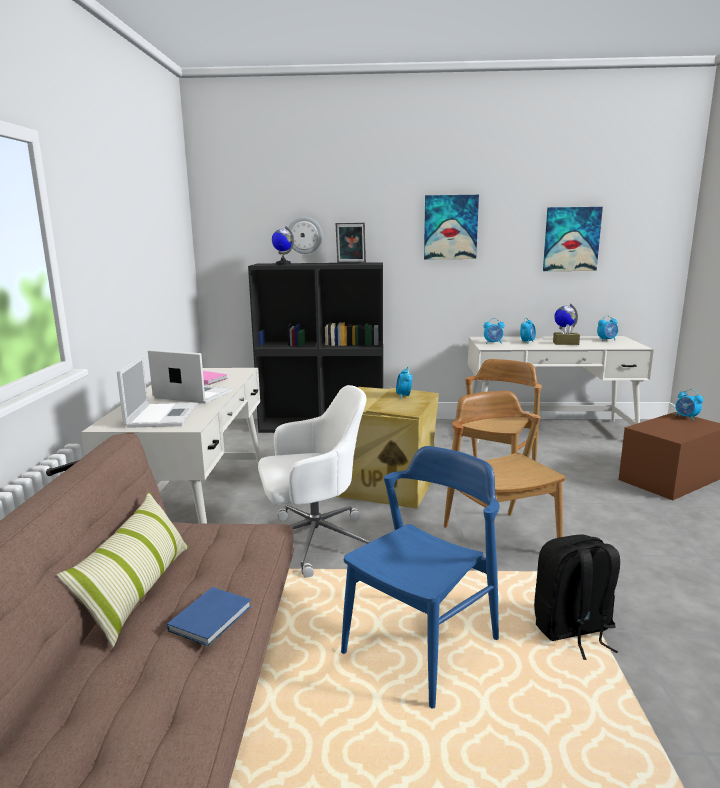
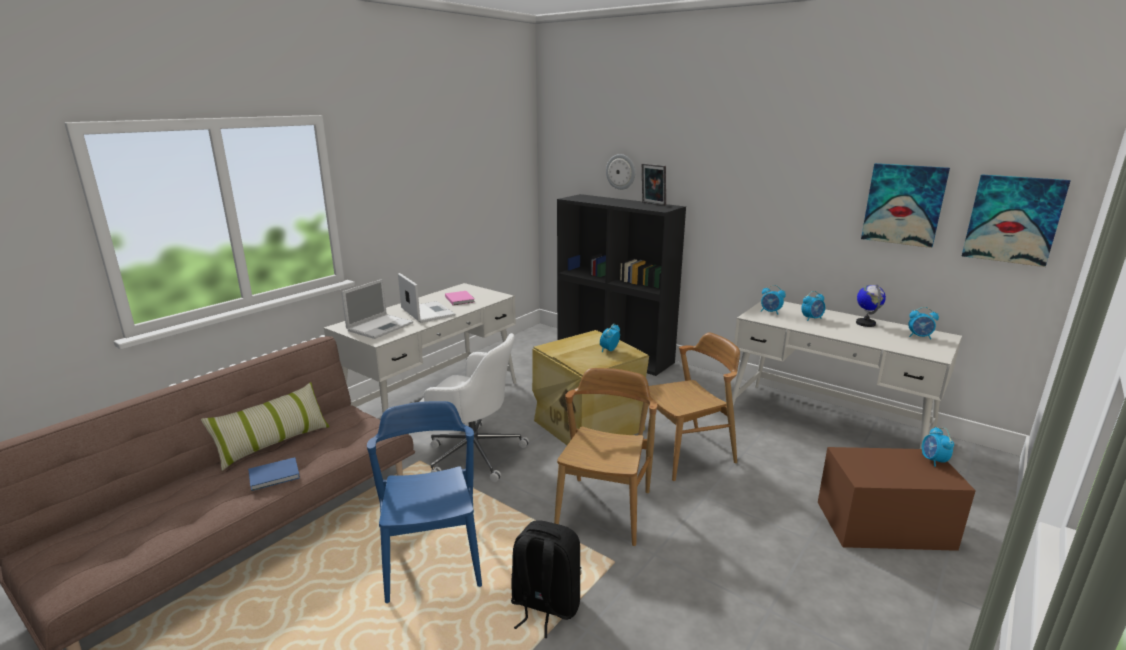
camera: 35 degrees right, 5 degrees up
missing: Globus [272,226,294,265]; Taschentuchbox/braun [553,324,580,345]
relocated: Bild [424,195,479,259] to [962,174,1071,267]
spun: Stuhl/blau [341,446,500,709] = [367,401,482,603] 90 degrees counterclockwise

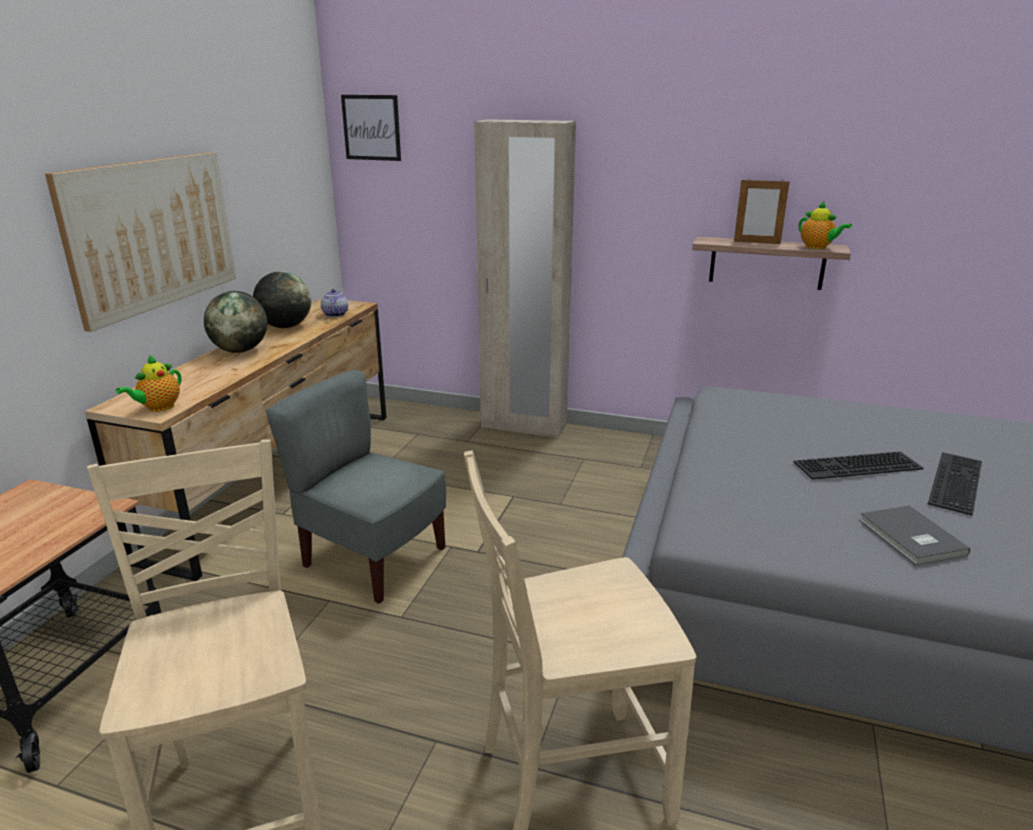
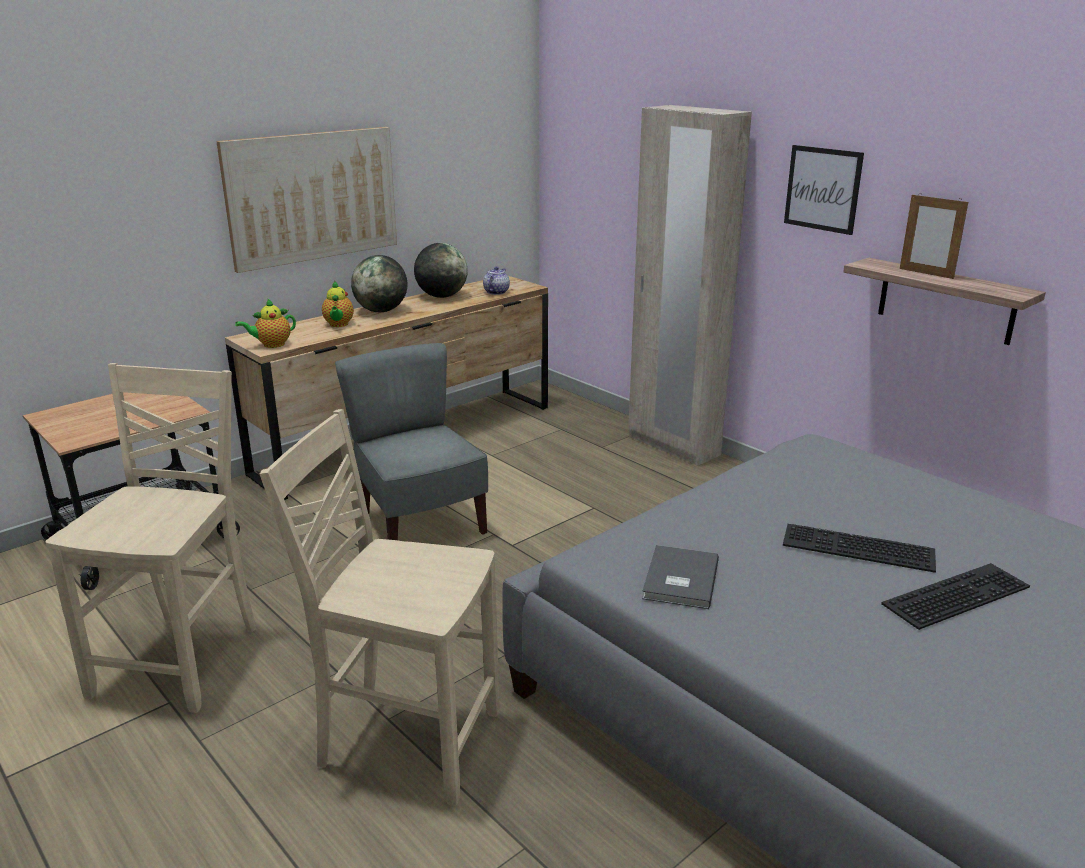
camera: 30 degrees right, 0 degrees up
relocated: Teekanne [798,201,852,249] to [322,281,354,327]; Buch/grau [859,505,970,565] to [642,545,719,609]; Bild [341,95,401,161] to [784,145,864,235]

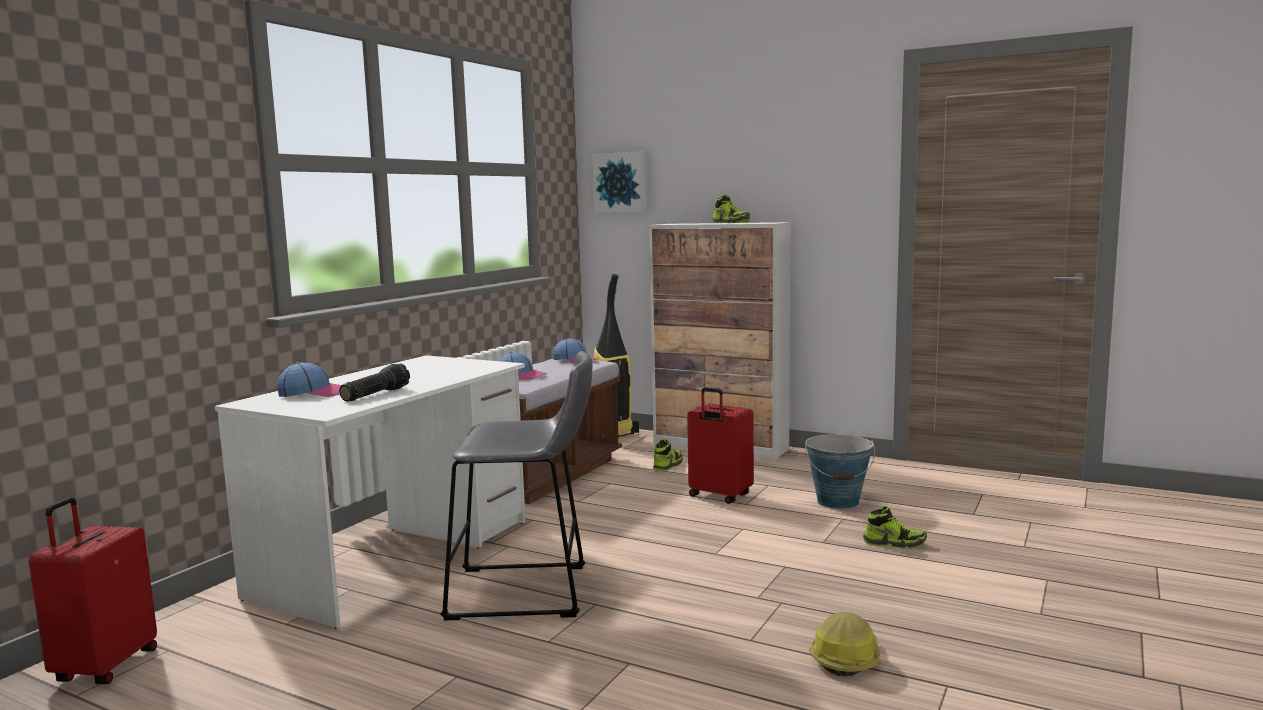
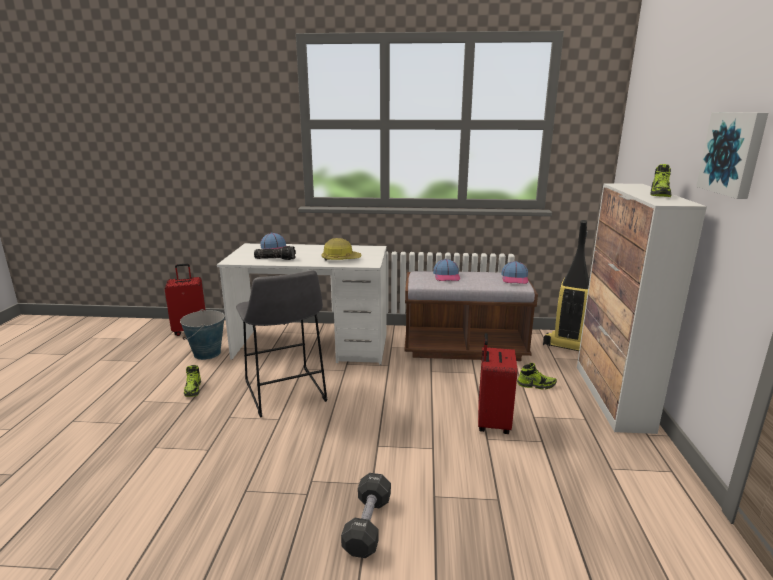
camera: 65 degrees right, 10 degrees up
appeared: Hantel/schwarz [341,473,391,558]
relocated: Eimer [805,434,875,509] to [180,309,225,360]; Schuh [863,506,927,549] to [184,365,201,397]; Schutzhelm [810,612,880,676] to [322,238,362,260]; Bild [592,151,648,213] to [696,112,768,199]

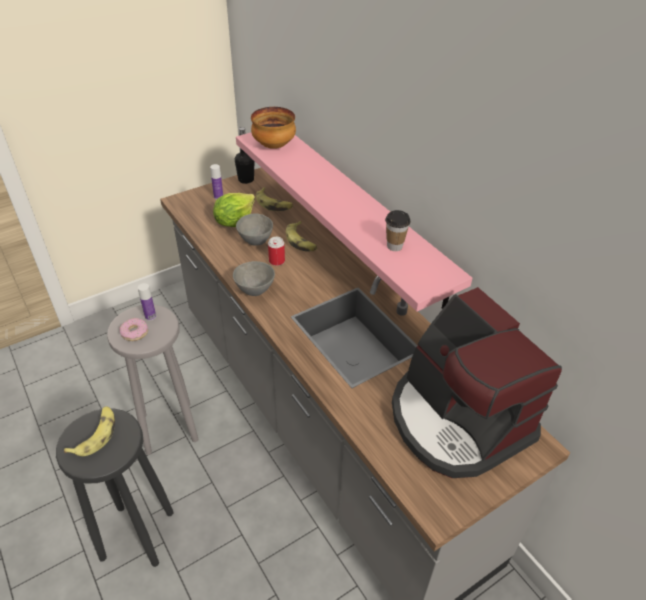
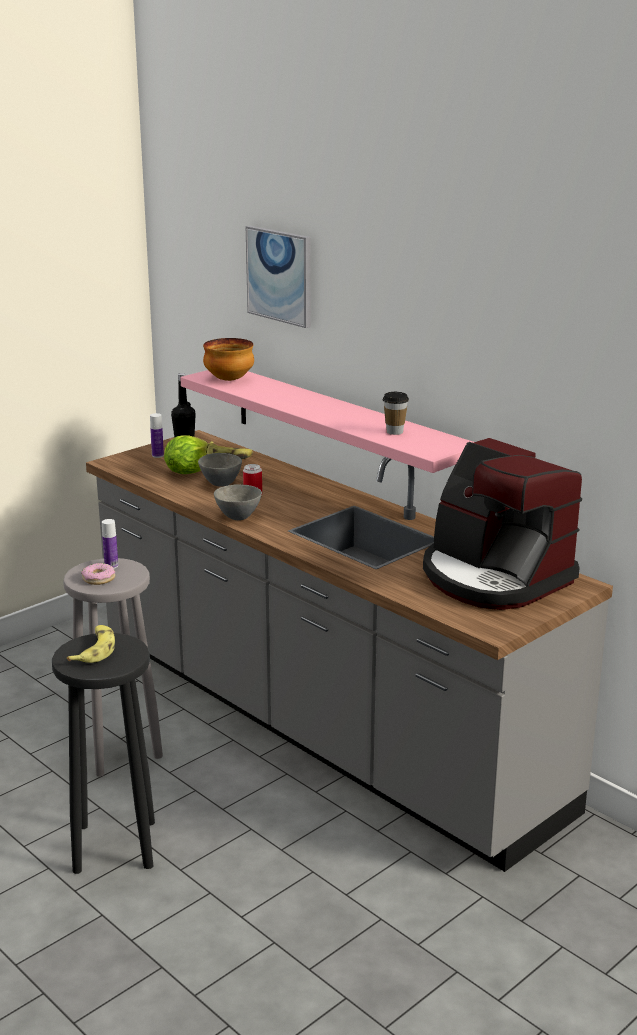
camera: 10 degrees left, 20 degrees down
missing: Banane [286,221,317,252]
appeared: Bild [246,226,311,328]

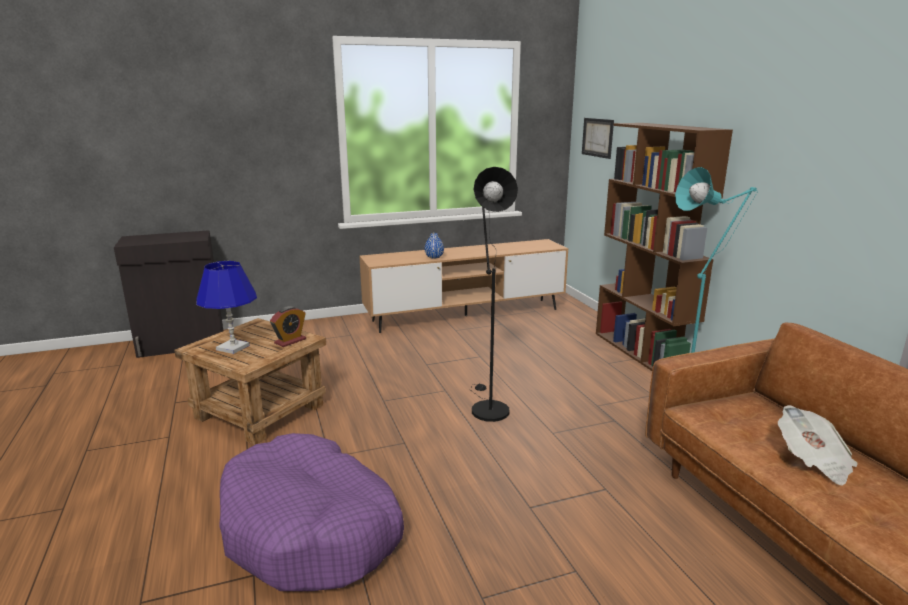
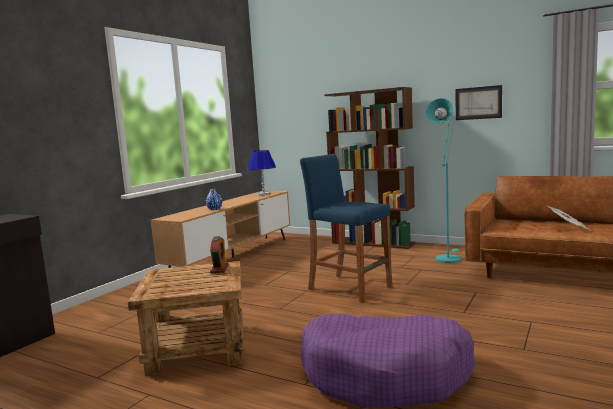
camera: 40 degrees left, 10 degrees down
relocated: Tischlampe/blau [196,261,257,354] to [247,150,276,196]; Bild [582,118,614,159] to [455,85,502,120]
exchanged: Stehlampe/schwarz [470,167,518,422] to Hocker/blau [300,154,392,303]

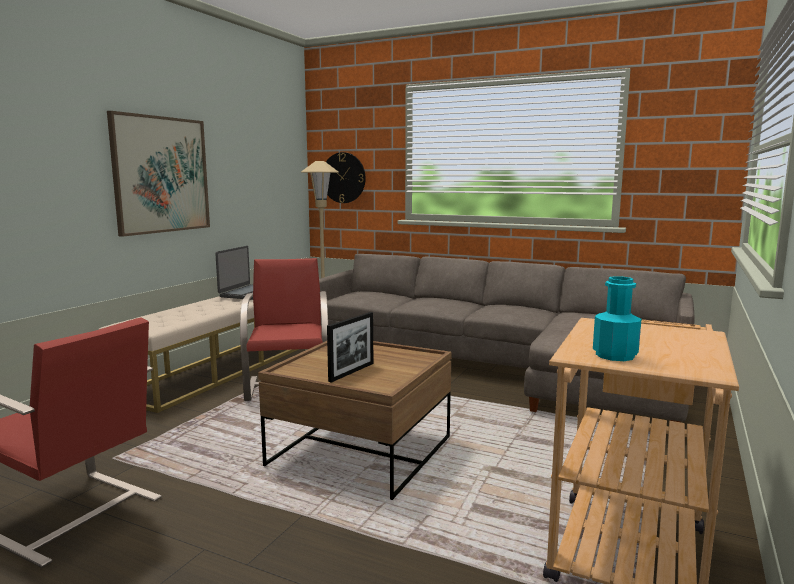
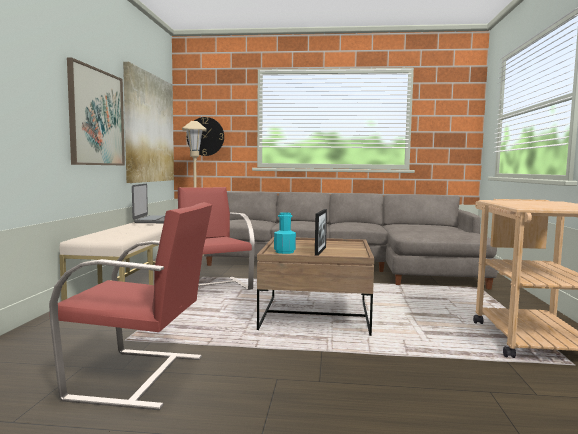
camera: 20 degrees left, 5 degrees down
appeared: Bild [123,62,174,183]
relocated: Flasche/türkis [593,276,641,361] to [274,212,296,254]

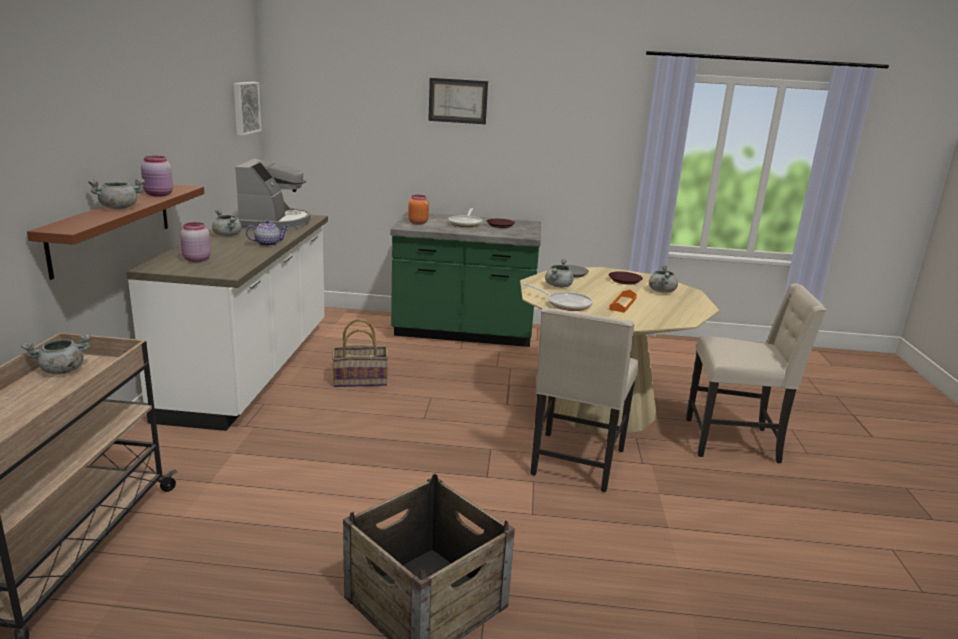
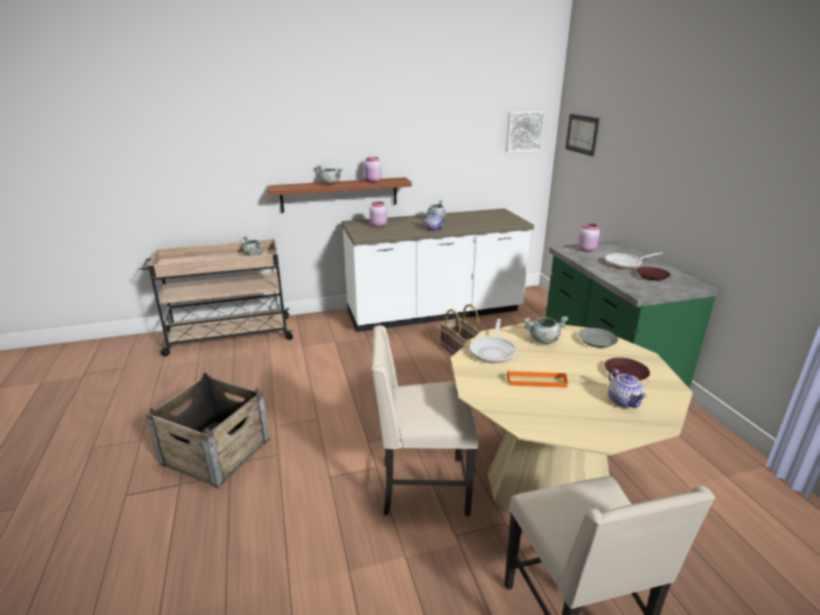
camera: 70 degrees right, 5 degrees up
missing: Kaffeemaschine [235,159,310,230]
relocated: Bild [428,78,488,124] to [565,114,600,156]
exchanged: Kochtopf/grau [649,265,678,293] to Teekanne [608,368,647,408]
colour: Vorratsglas/orange [408,195,429,225] to Vorratsglas/rosa [578,223,600,252]

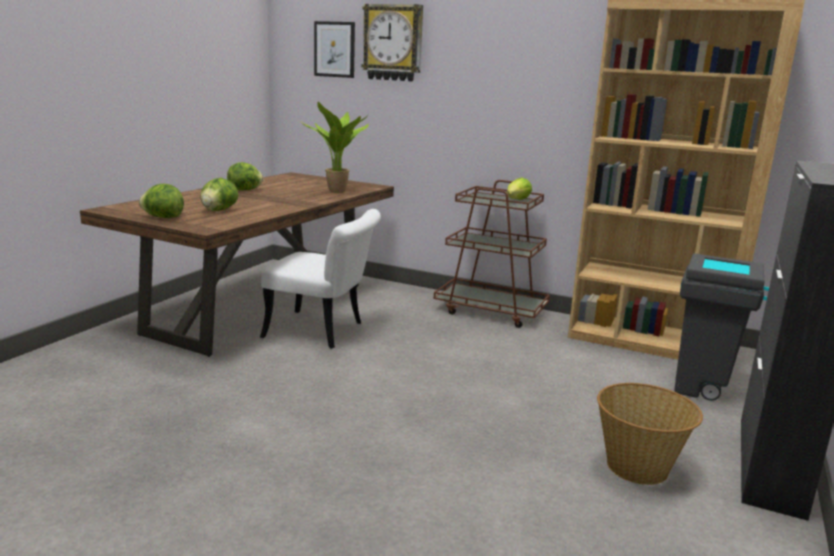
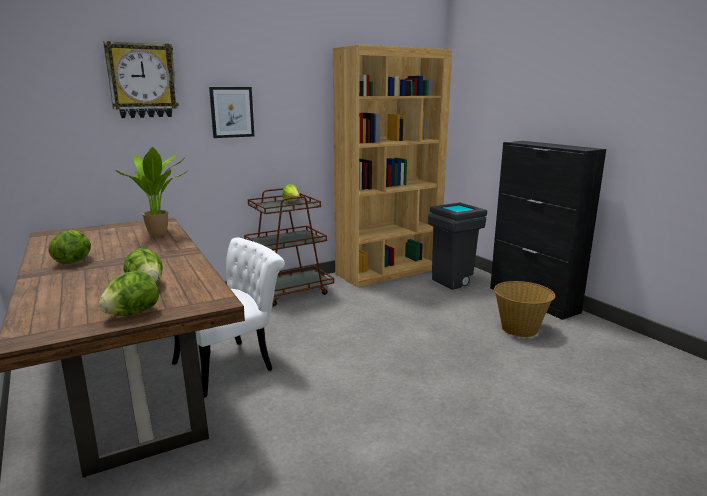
camera: 55 degrees left, 0 degrees up
relocated: Bild [314,21,355,78] to [209,87,254,138]

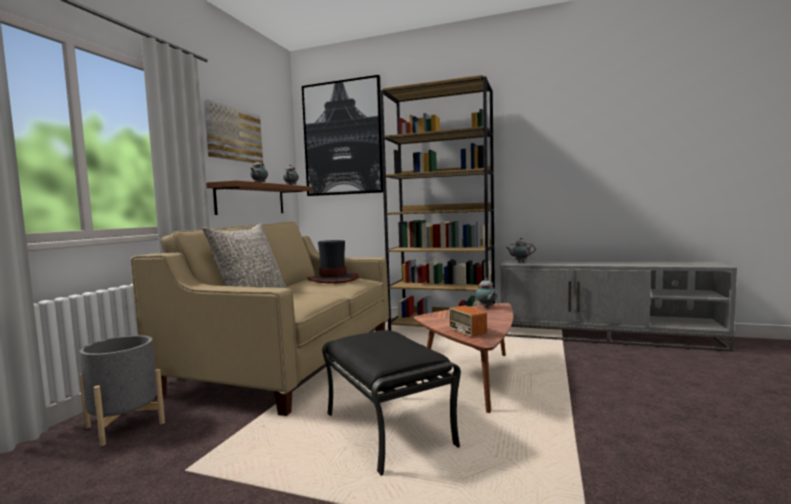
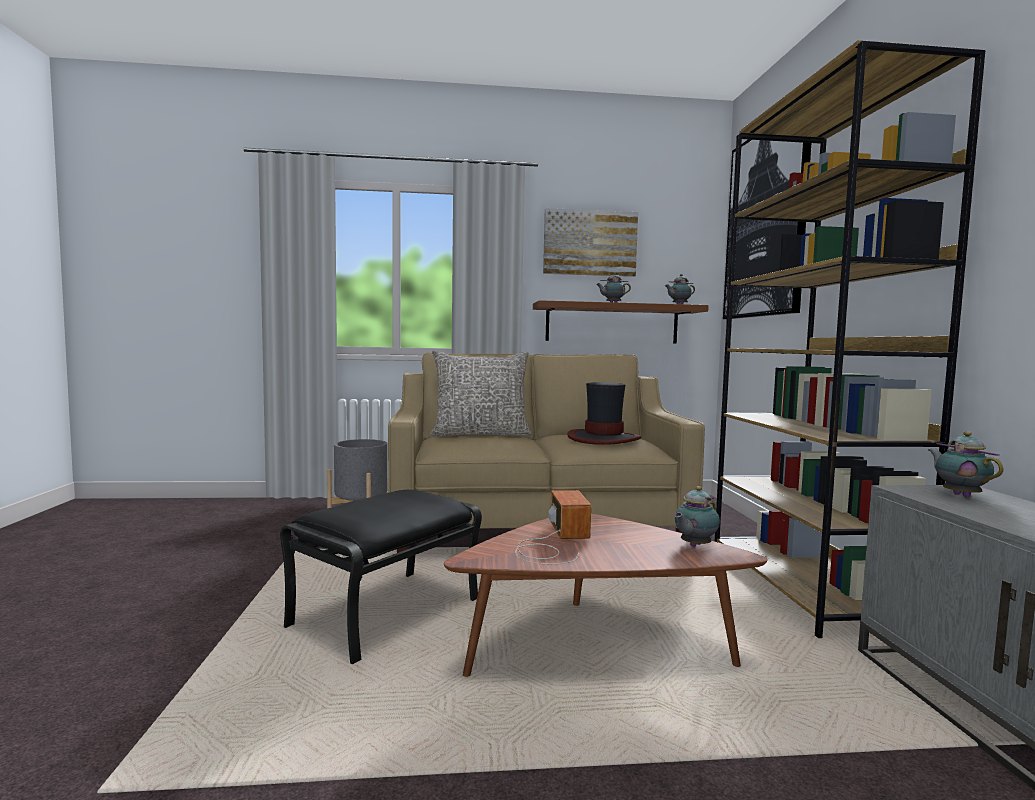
camera: 65 degrees right, 0 degrees up
spun: Radio [446,305,487,337] = [515,490,591,565] 135 degrees clockwise

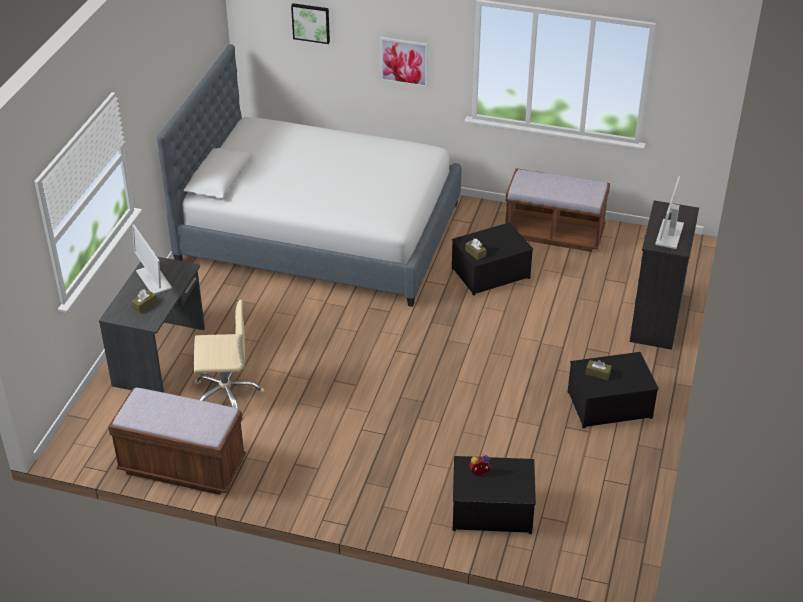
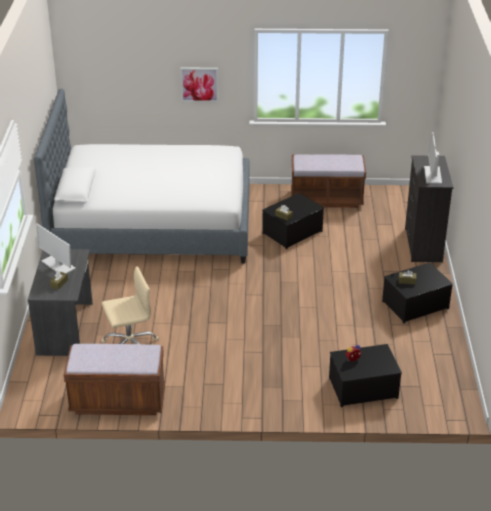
camera: 15 degrees left, 5 degrees down
missing: Bild [291,3,330,44]

